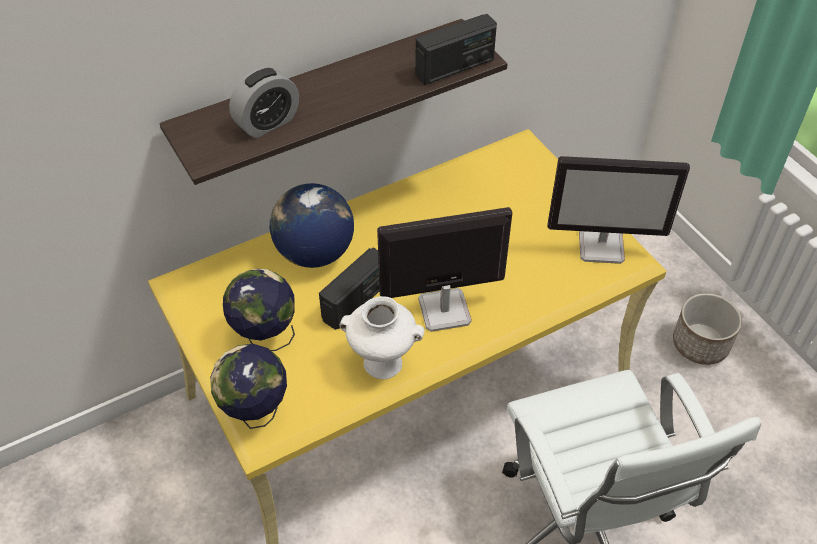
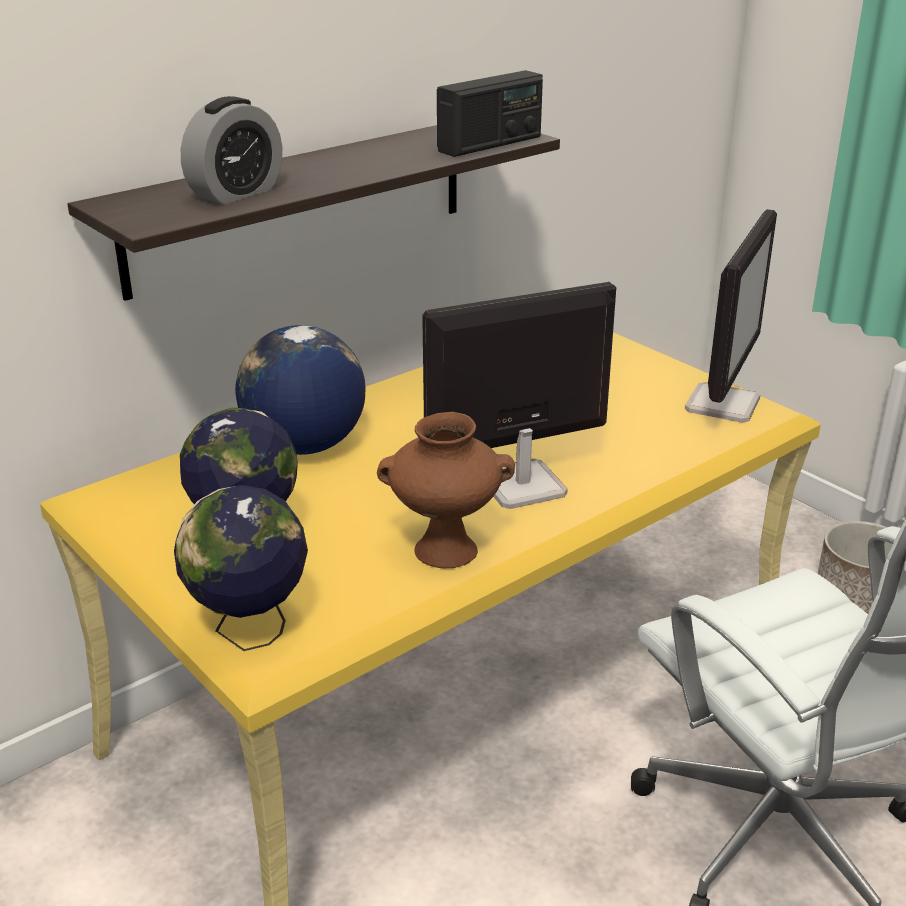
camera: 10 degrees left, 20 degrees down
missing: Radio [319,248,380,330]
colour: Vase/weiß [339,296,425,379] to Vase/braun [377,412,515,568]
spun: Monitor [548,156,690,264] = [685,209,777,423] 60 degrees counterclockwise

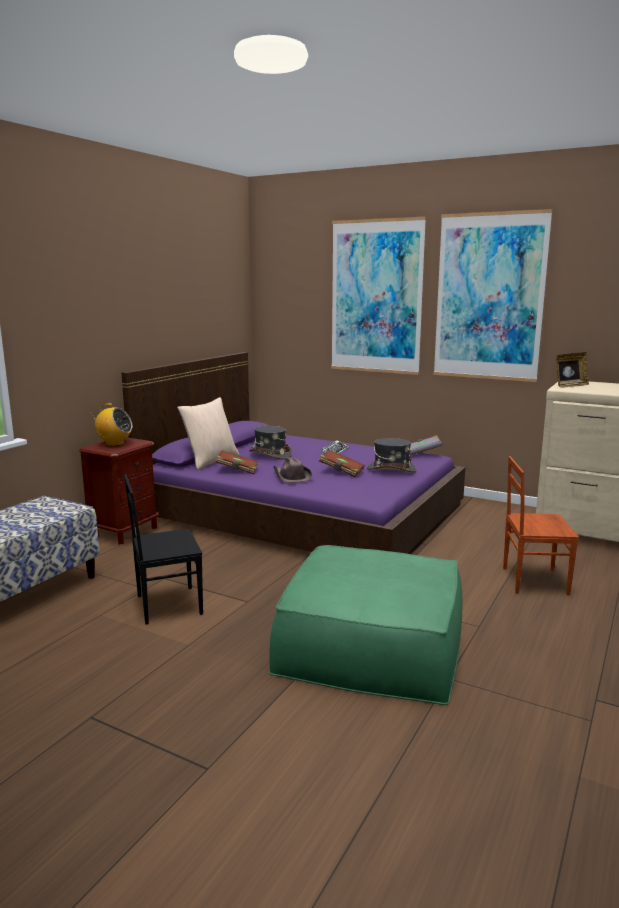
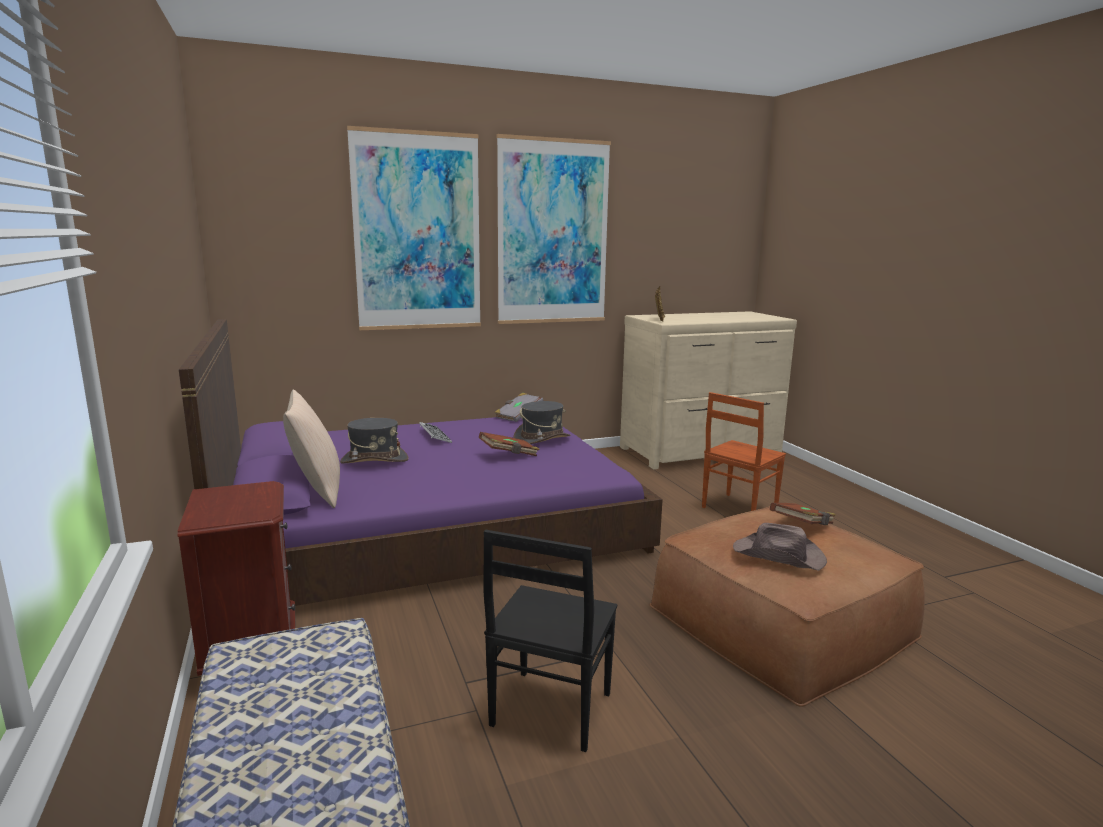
camera: 50 degrees left, 0 degrees up
missing: Radio [90,403,132,446]
relocated: Hut/braun [273,457,313,482] to [733,523,827,571]; Buch/braun [215,450,258,474] to [770,503,836,525]
colour: Polsterhocker/grün [269,545,462,705] to Polsterhocker/braun [650,506,925,707]

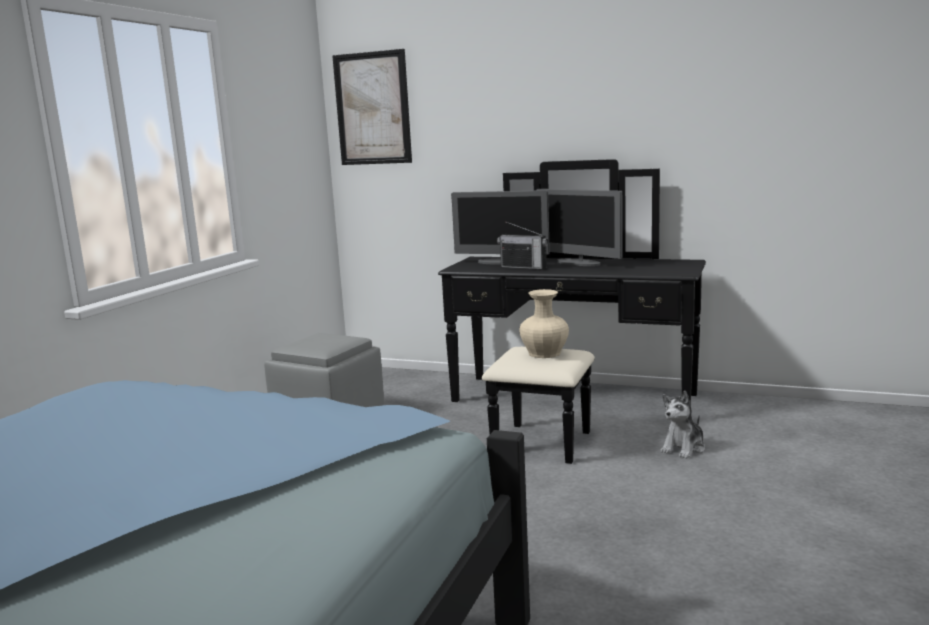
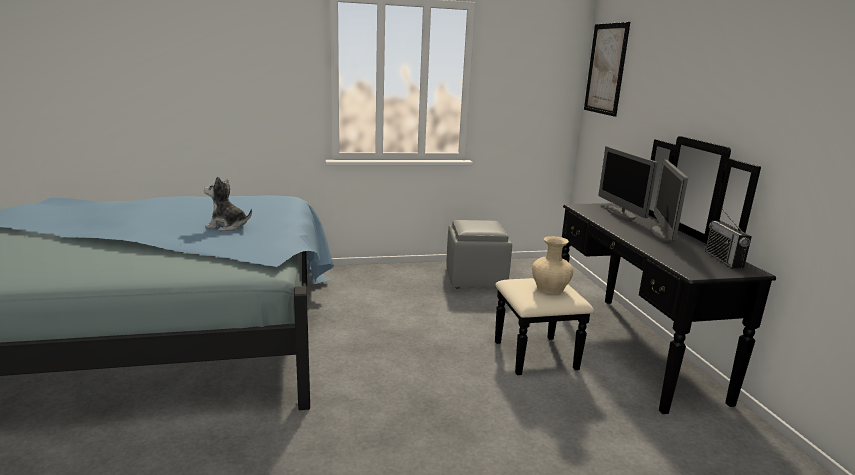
camera: 55 degrees right, 5 degrees up
relocated: Plüschtier [660,391,705,459] to [204,176,252,231]; Radio [497,221,549,269] to [705,209,752,269]

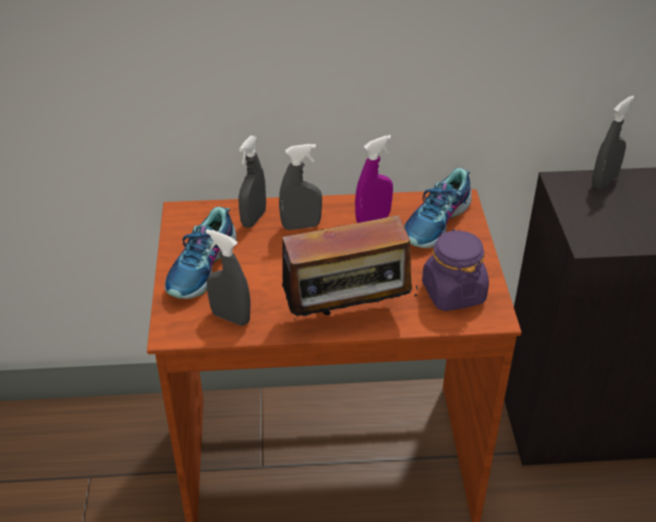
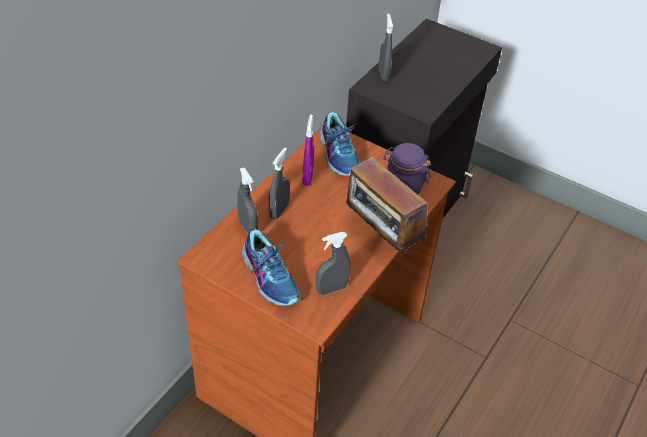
camera: 55 degrees left, 5 degrees up
spun: Radio [269,215,419,317] = [346,157,428,254] 120 degrees clockwise

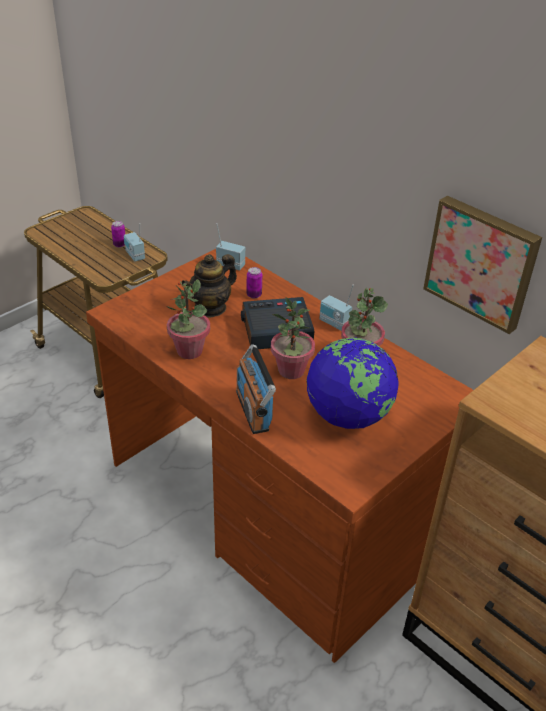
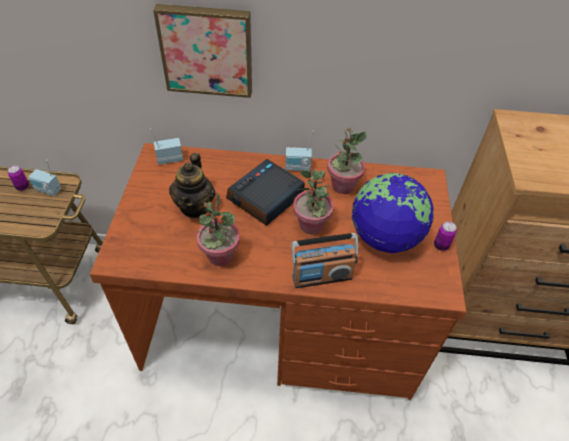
camera: 40 degrees left, 10 degrees up
relocated: Bild [423,196,542,334] to [153,4,252,98]; Dose [247,267,262,298] to [434,221,457,251]
spun: Radio [236,344,276,434] = [291,233,358,288] 45 degrees counterclockwise

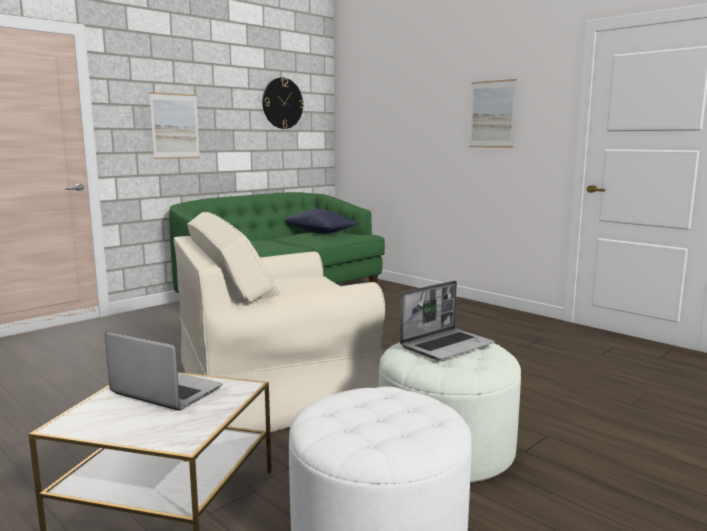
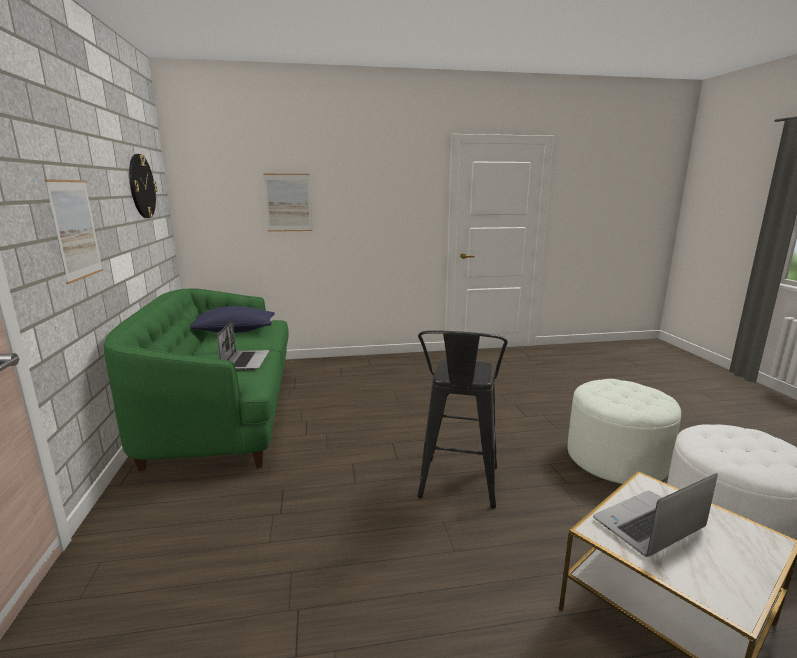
camera: 55 degrees left, 5 degrees up
relocated: Laptop [400,281,495,360] to [217,320,270,371]; Bild [469,79,517,148] to [263,174,313,232]
exchanged: Sessel/beige [174,212,385,432] to Hocker/schwarz [417,331,508,508]

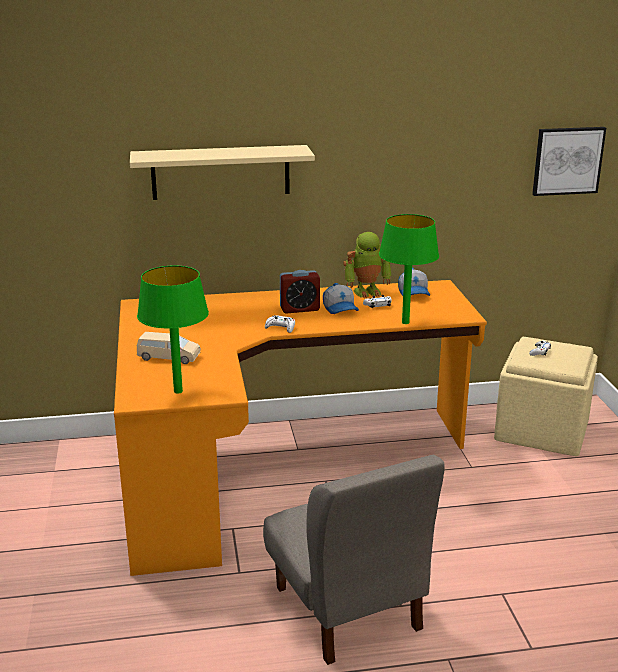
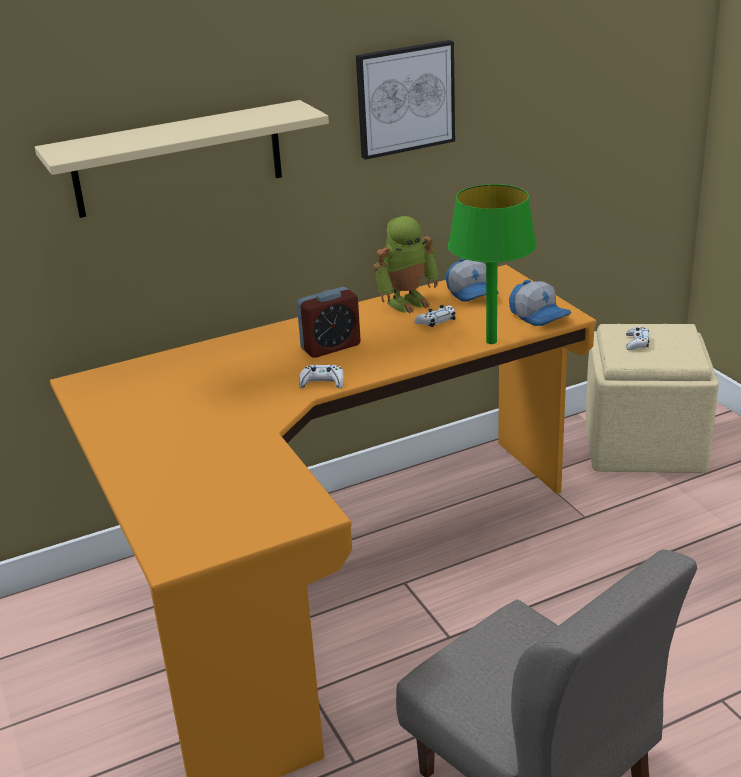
camera: 15 degrees left, 5 degrees up
missing: Tischlampe/grün [137,265,209,394]; Spielzeugauto/beige [137,332,201,364]
relocated: Bild [532,127,606,196] to [356,40,455,160]; Kappe [323,283,359,314] to [509,280,571,326]

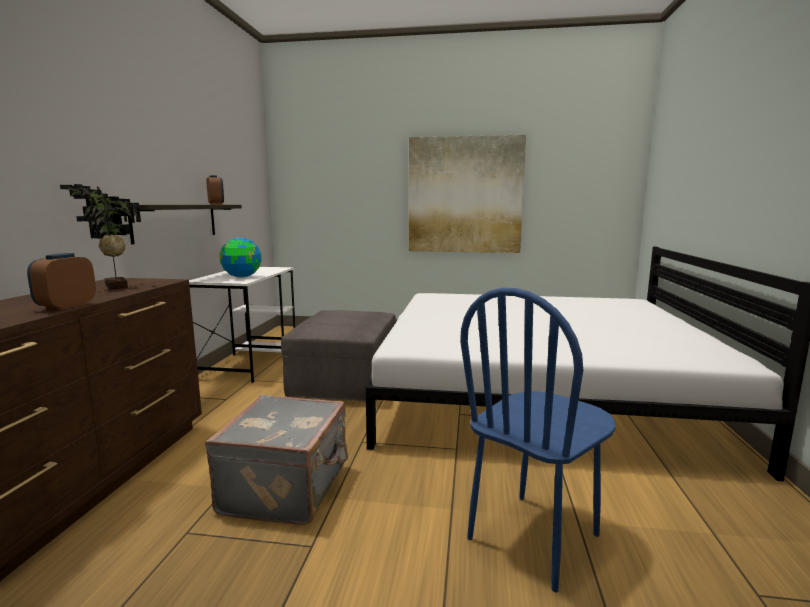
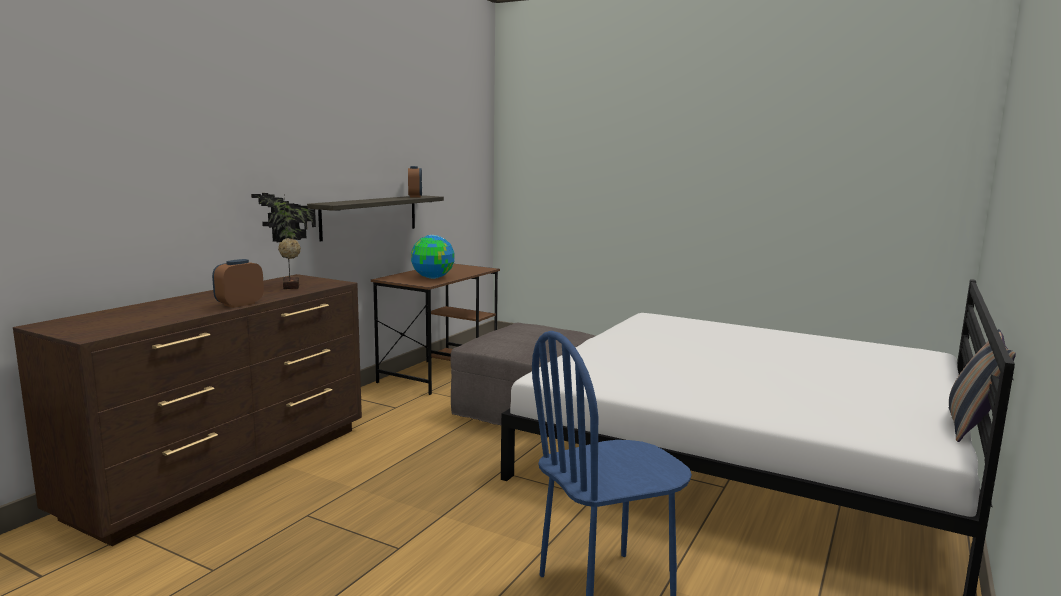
camera: 20 degrees right, 0 degrees up
missing: Koffer/grau [205,395,348,525]; Bild [409,135,526,253]
appeared: Kissen [949,329,1016,442]
colour: Schreibtisch/weiß [189,267,295,383] to Schreibtisch/braun [371,264,500,395]

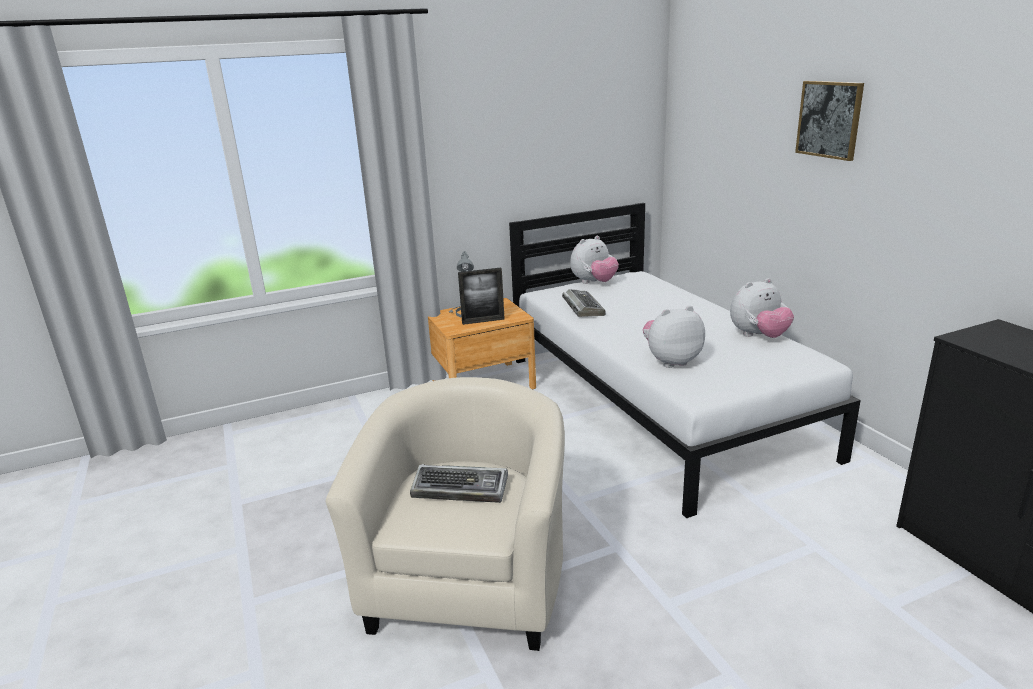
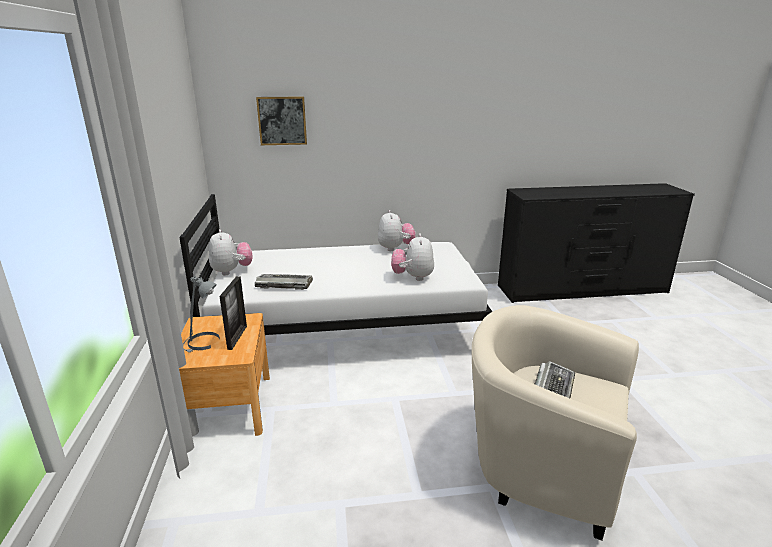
camera: 75 degrees left, 0 degrees up
relocated: Bild [795,81,864,161] to [256,96,307,145]

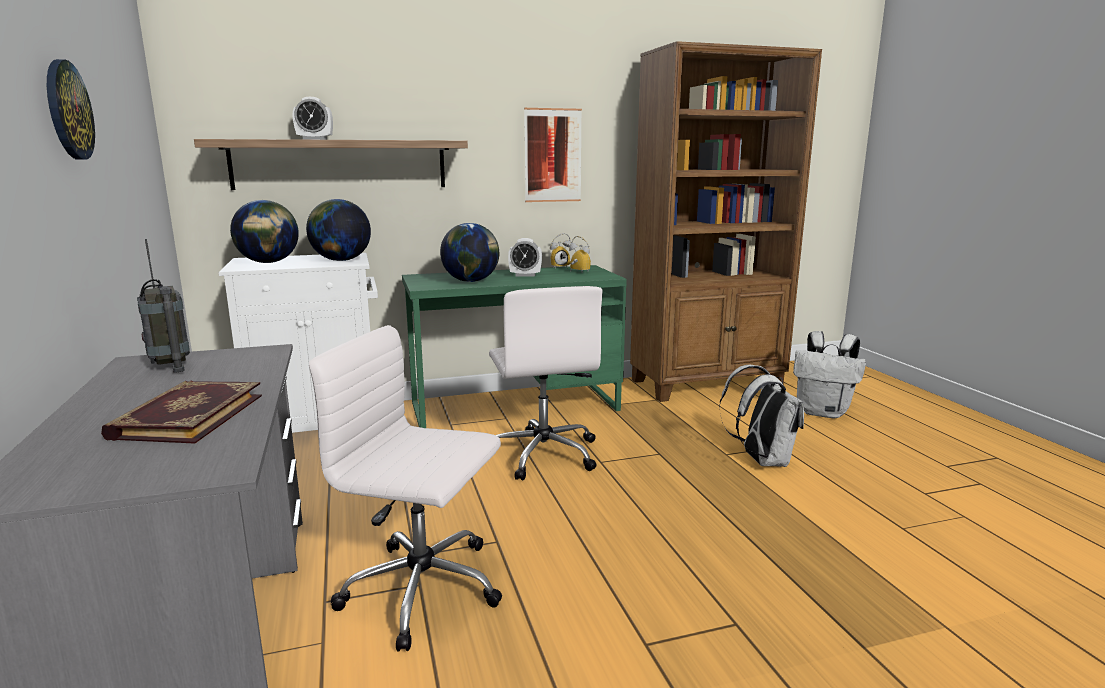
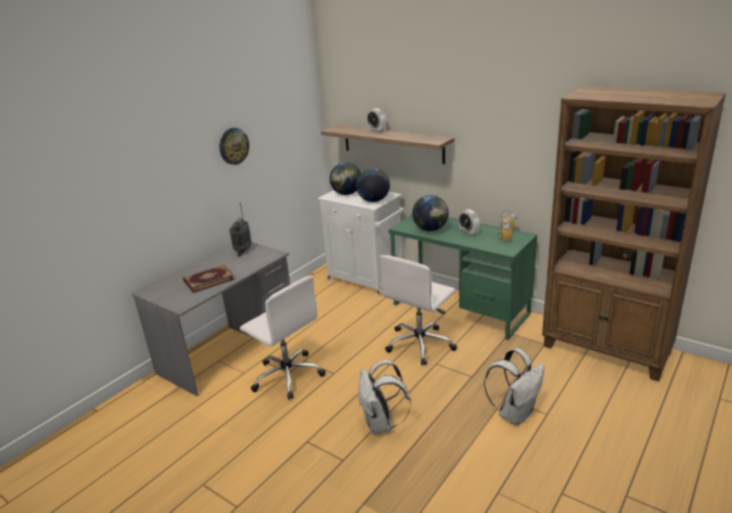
camera: 55 degrees right, 10 degrees up
missing: Bild [524,108,582,202]
relocated: Rucksack/weiß [793,331,866,418] to [358,360,411,434]
spun: Bürostuhl/weiß [309,325,502,652] = [240,276,326,400] 150 degrees clockwise

